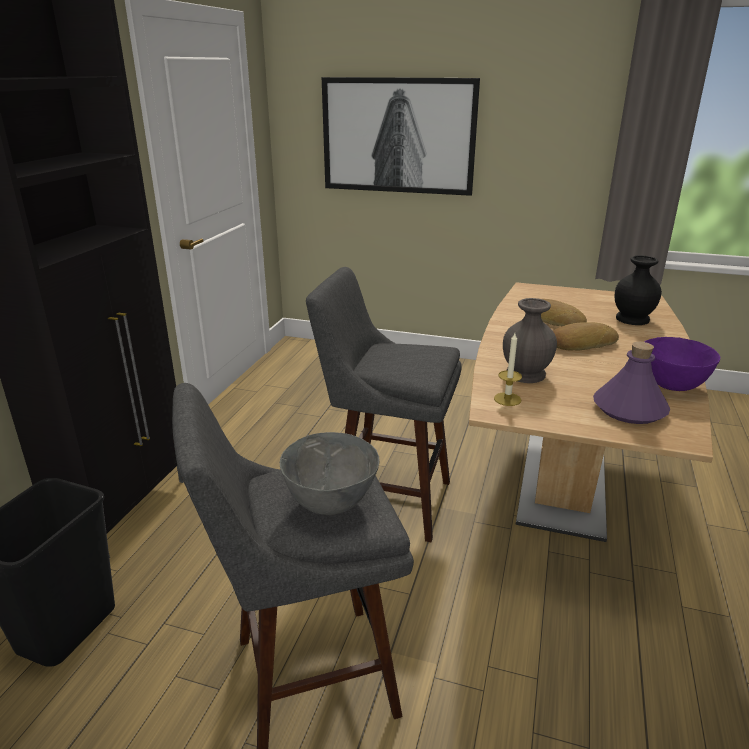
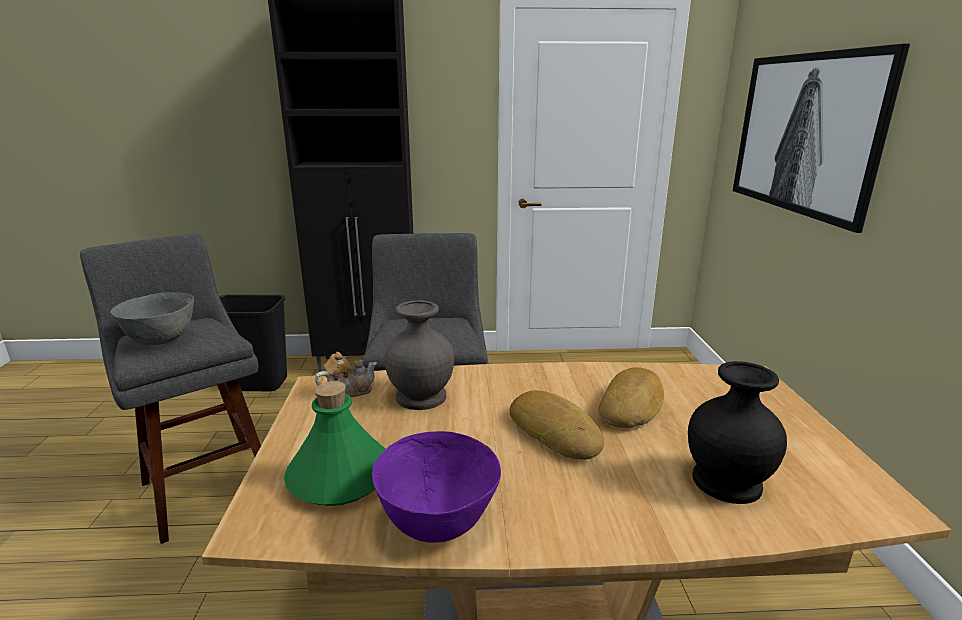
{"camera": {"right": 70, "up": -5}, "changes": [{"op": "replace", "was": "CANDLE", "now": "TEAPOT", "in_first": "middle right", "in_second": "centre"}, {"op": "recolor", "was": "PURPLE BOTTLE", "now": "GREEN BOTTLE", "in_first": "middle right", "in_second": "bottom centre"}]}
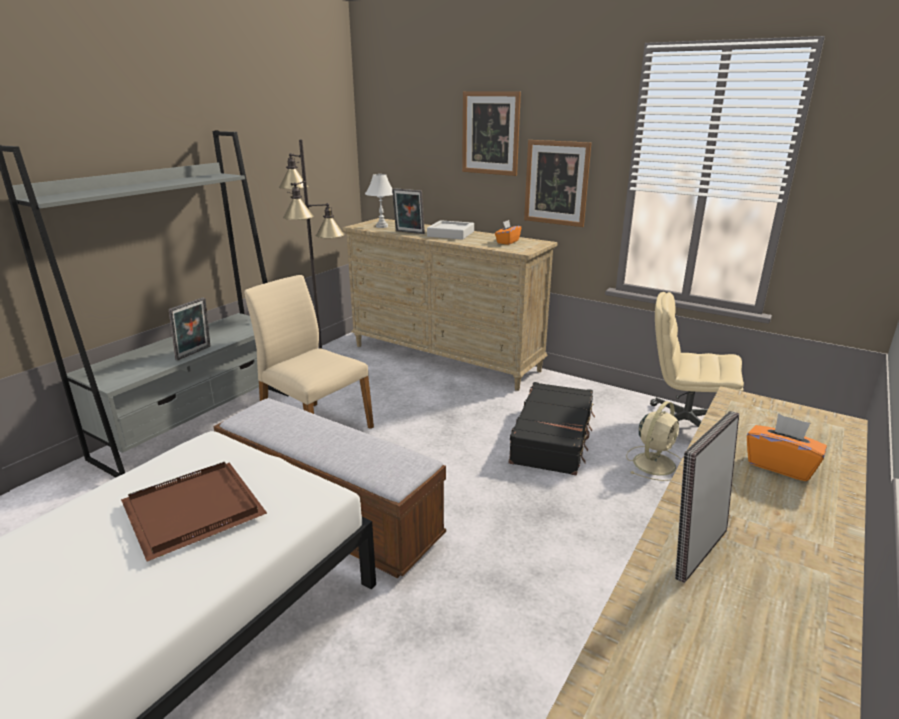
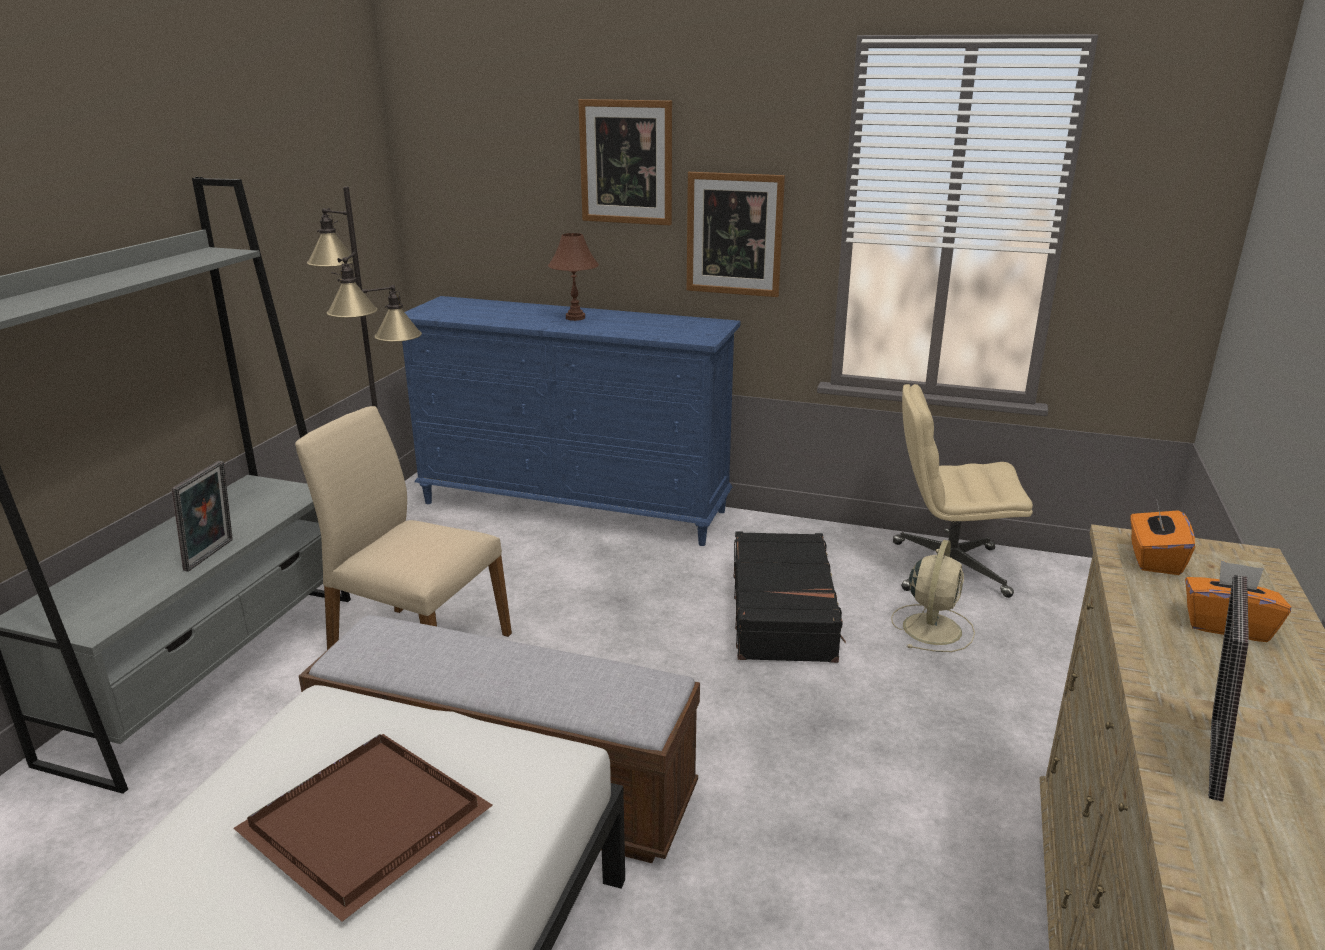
{"camera": {"right": -15, "up": 0}, "changes": [{"op": "delete", "was": "WHITE TABLE LAMP", "in_first": "top centre"}, {"op": "delete", "was": "PICTURE FRAME (2nd from left)", "in_first": "top centre"}, {"op": "move", "was": "ORANGE TISSUE BOX (1st from left)", "in_first": "top centre", "in_second": "middle right"}, {"op": "replace", "was": "GREY TRAY", "now": "BROWN TABLE LAMP", "in_first": "top centre", "in_second": "top centre"}, {"op": "recolor", "was": "BEIGE DRESSER (1st from left)", "now": "BLUE DRESSER", "in_first": "centre", "in_second": "centre"}]}
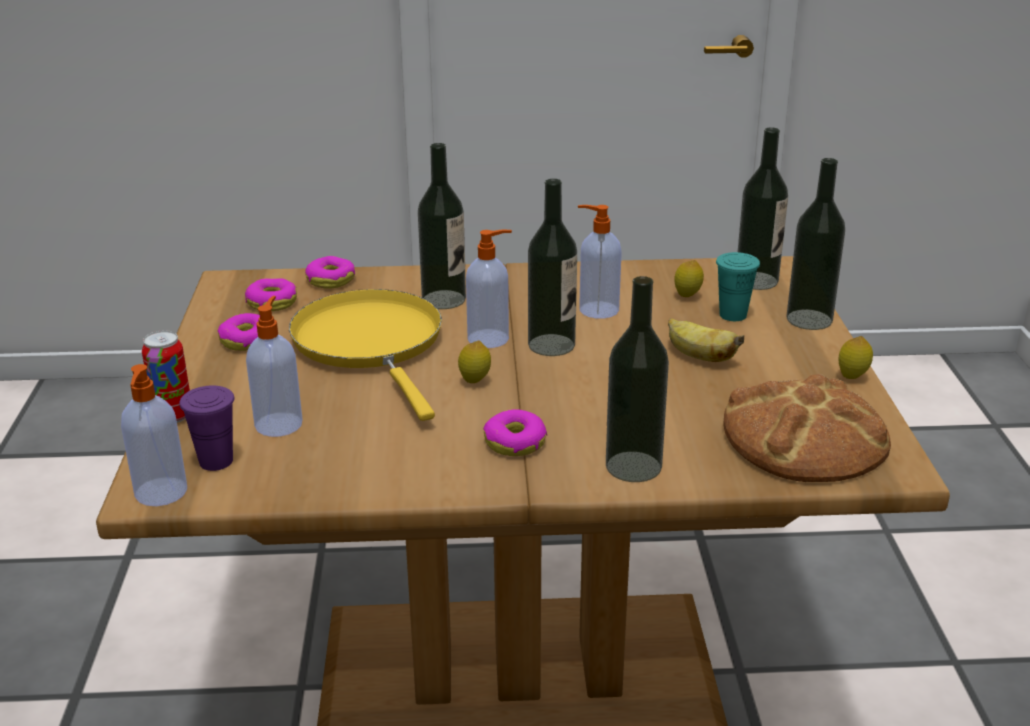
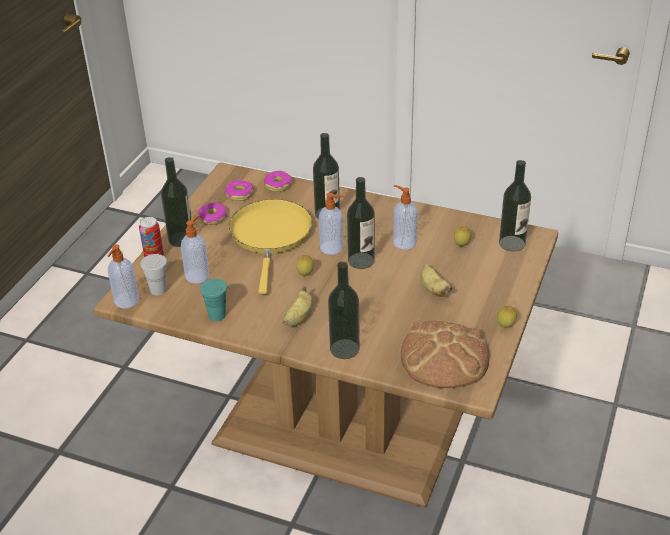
{"camera": {"right": 25, "up": 10}, "changes": [{"op": "move", "was": "TURQUOISE CUP", "in_first": "middle right", "in_second": "middle left"}, {"op": "move", "was": "BOTTLE (5th from left in the first image)", "now": "BOTTLE (1st from left)", "in_first": "middle right", "in_second": "middle left"}, {"op": "replace", "was": "DONUT (4th from left)", "now": "BANANA (1st from left)", "in_first": "centre", "in_second": "centre"}, {"op": "recolor", "was": "PURPLE CUP", "now": "WHITE CUP", "in_first": "middle left", "in_second": "middle left"}]}
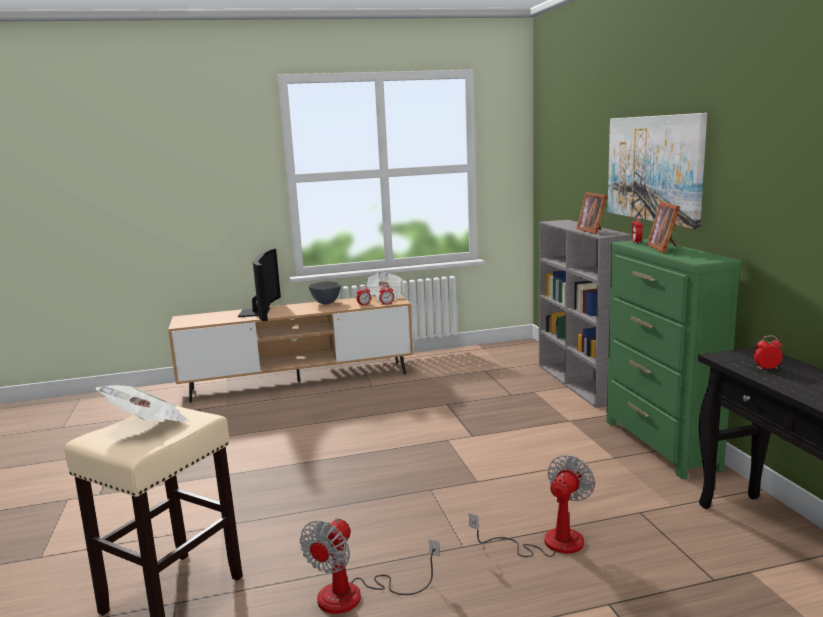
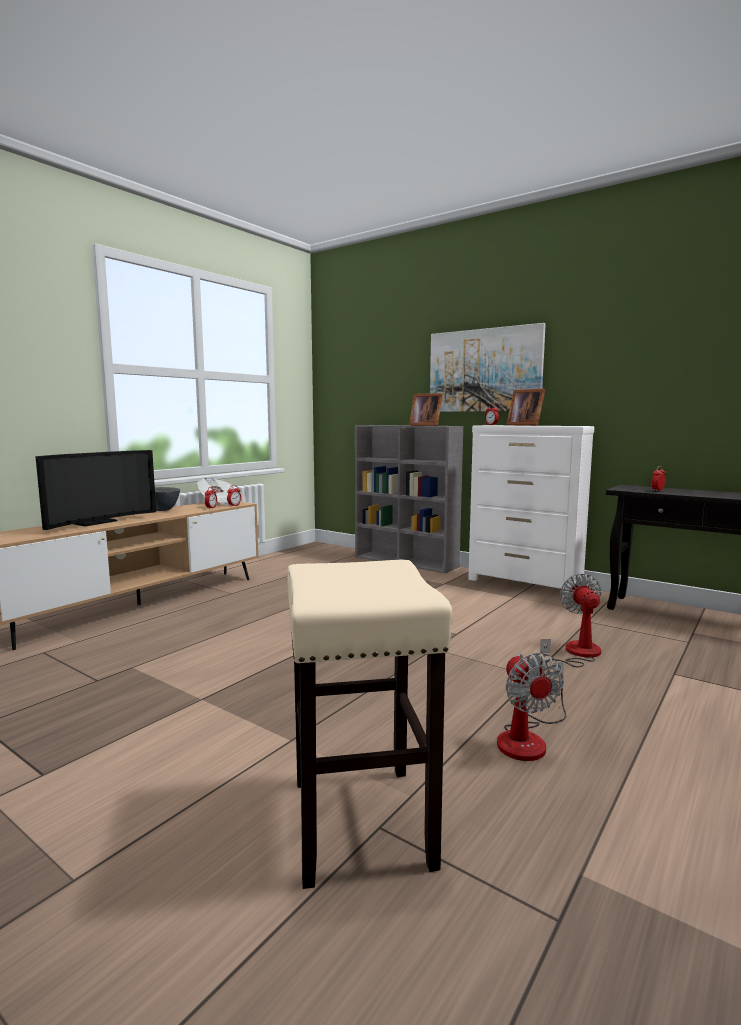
{"camera": {"right": -40, "up": -5}, "changes": [{"op": "delete", "was": "NEWSPAPER (1st from left)", "in_first": "middle left"}, {"op": "recolor", "was": "GREEN DRESSER", "now": "WHITE DRESSER", "in_first": "middle right", "in_second": "middle right"}, {"op": "rotate", "was": "TELEVISION", "in_first": "middle left", "in_second": "middle left", "clockwise": 75}]}
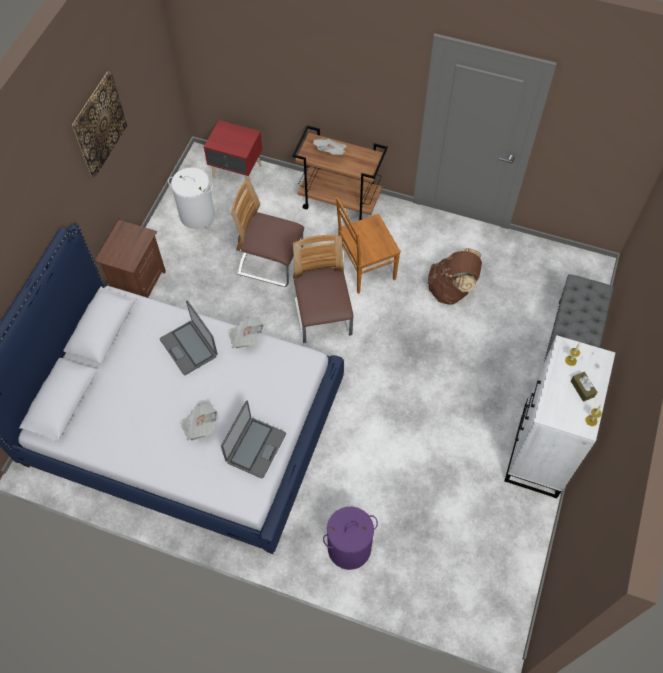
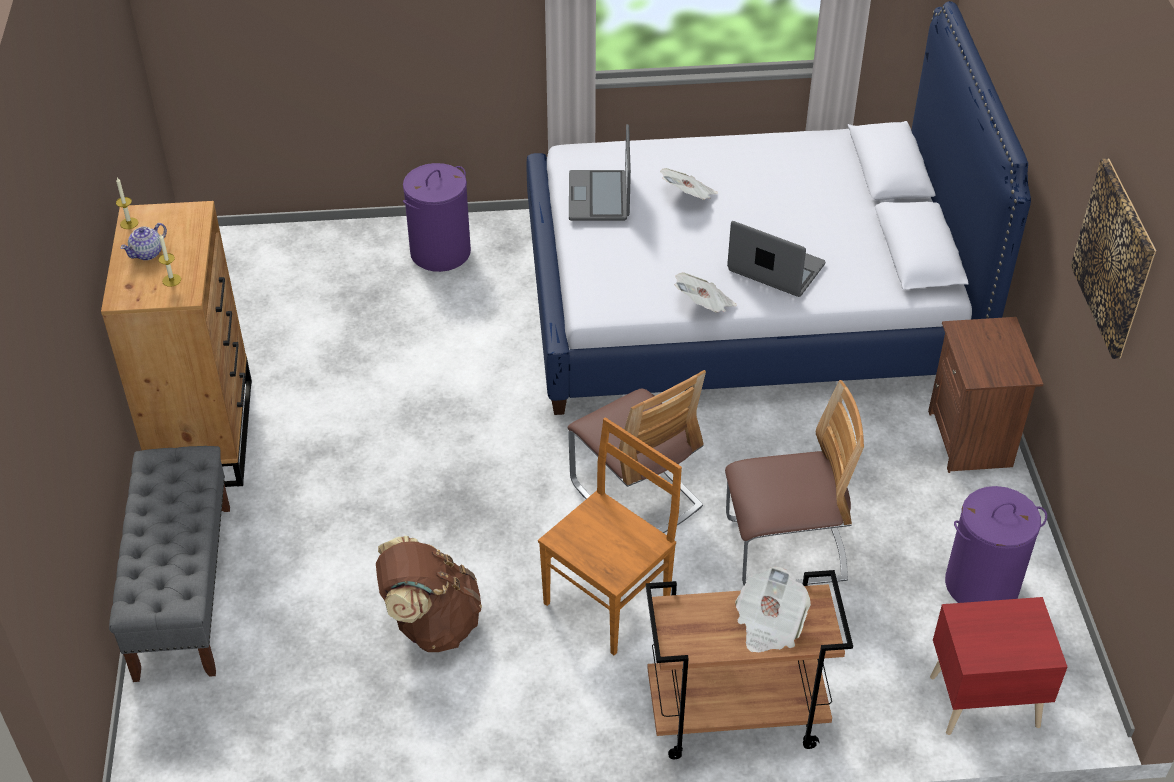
{"camera": {"right": 155, "up": -15}, "changes": [{"op": "replace", "was": "BROWN TISSUE BOX", "now": "TEAPOT", "in_first": "middle right", "in_second": "top left"}, {"op": "recolor", "was": "WHITE LAUNDRY BASKET", "now": "PURPLE LAUNDRY BASKET (2nd from left)", "in_first": "top left", "in_second": "bottom right"}, {"op": "recolor", "was": "WHITE DRESSER", "now": "BROWN DRESSER", "in_first": "middle right", "in_second": "middle left"}]}
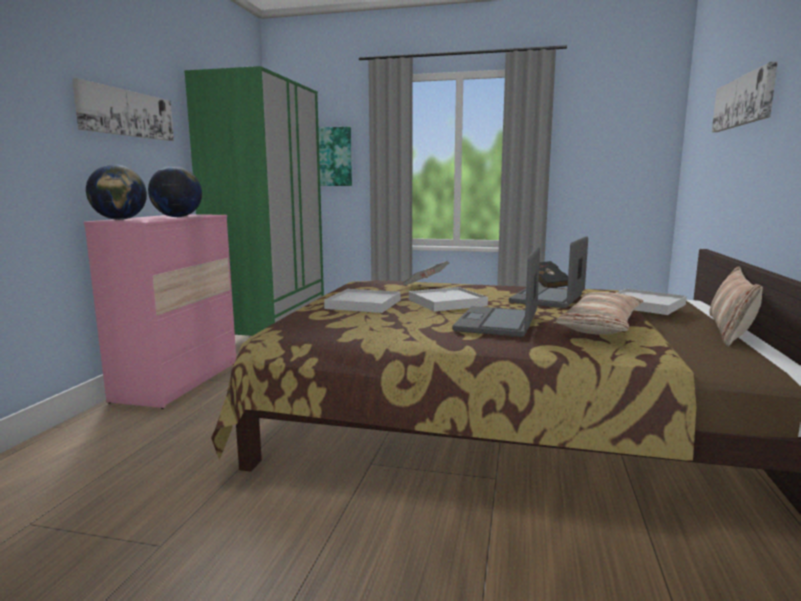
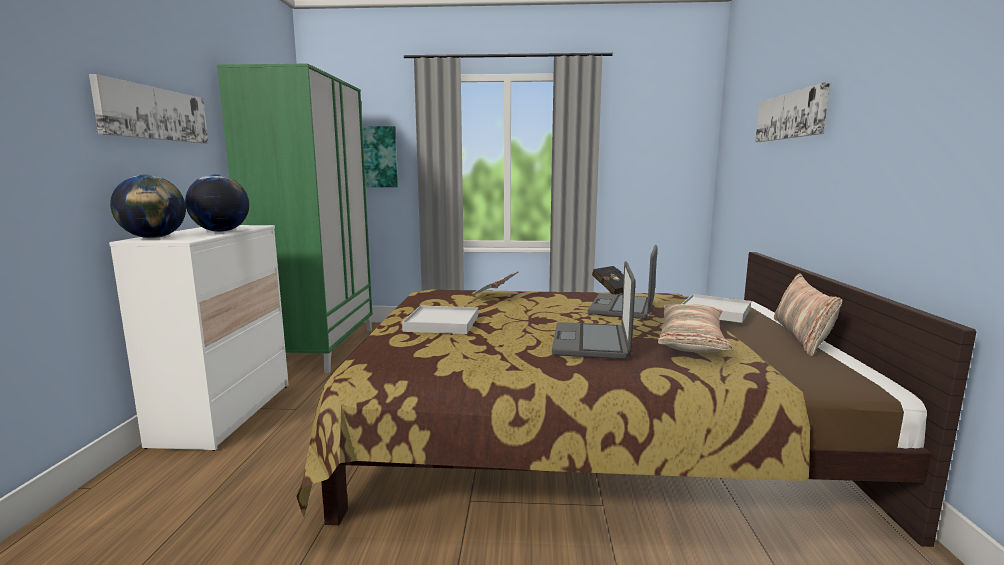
{"camera": {"right": -10, "up": 0}, "changes": [{"op": "delete", "was": "WHITE TRAY (2nd from left)", "in_first": "centre"}, {"op": "recolor", "was": "PINK DRESSER", "now": "WHITE DRESSER", "in_first": "middle left", "in_second": "middle left"}]}
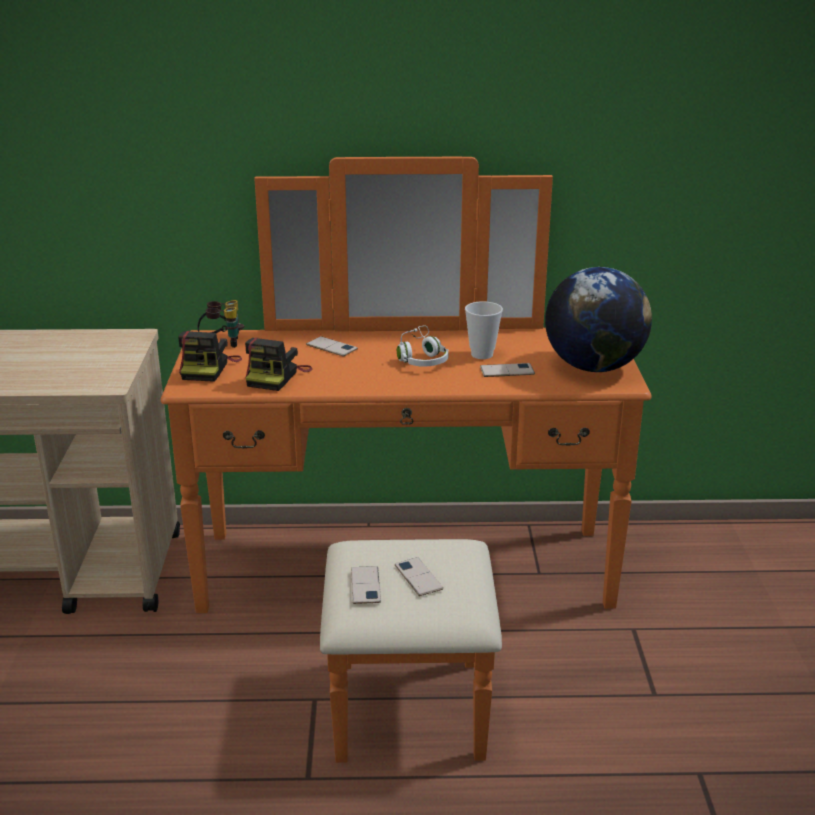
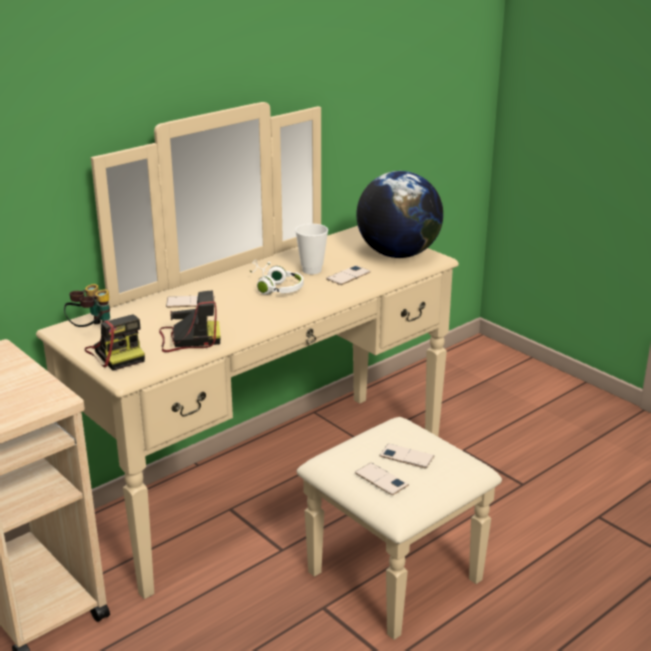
{"camera": {"right": -40, "up": 0}, "changes": [{"op": "recolor", "was": "ORANGE DRESSER", "now": "BEIGE DRESSER", "in_first": "centre", "in_second": "centre"}, {"op": "rotate", "was": "PHOTO CAMERA (2nd from left)", "in_first": "centre", "in_second": "middle left", "clockwise": -75}]}
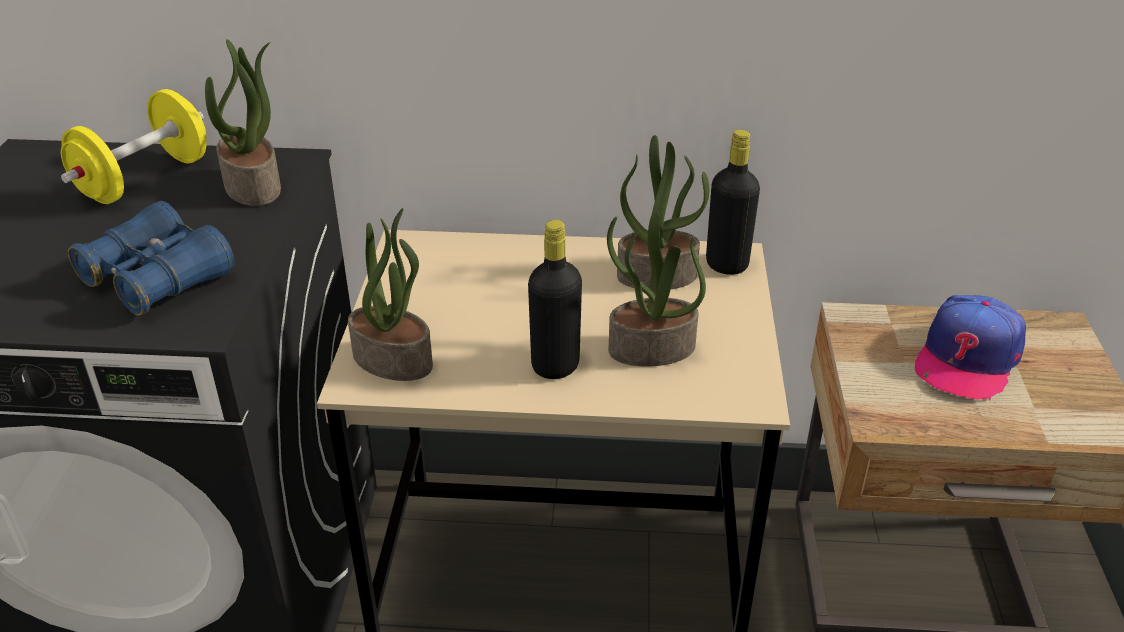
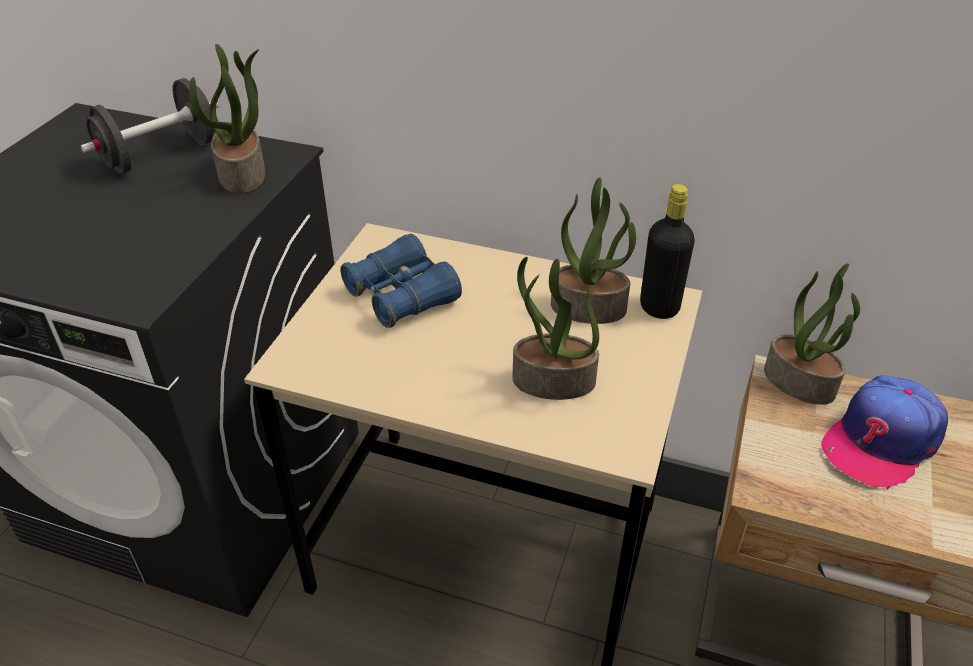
{"camera": {"right": 15, "up": 5}, "changes": [{"op": "delete", "was": "BLACK BOTTLE (1st from left)", "in_first": "centre"}, {"op": "move", "was": "BLUE BINOCULARS", "in_first": "middle left", "in_second": "centre"}, {"op": "move", "was": "POTTED PLANT (2nd from left in the first image)", "now": "POTTED PLANT (4th from left)", "in_first": "centre", "in_second": "middle right"}, {"op": "recolor", "was": "YELLOW DUMBBELL", "now": "BLACK DUMBBELL", "in_first": "top left", "in_second": "top left"}]}
